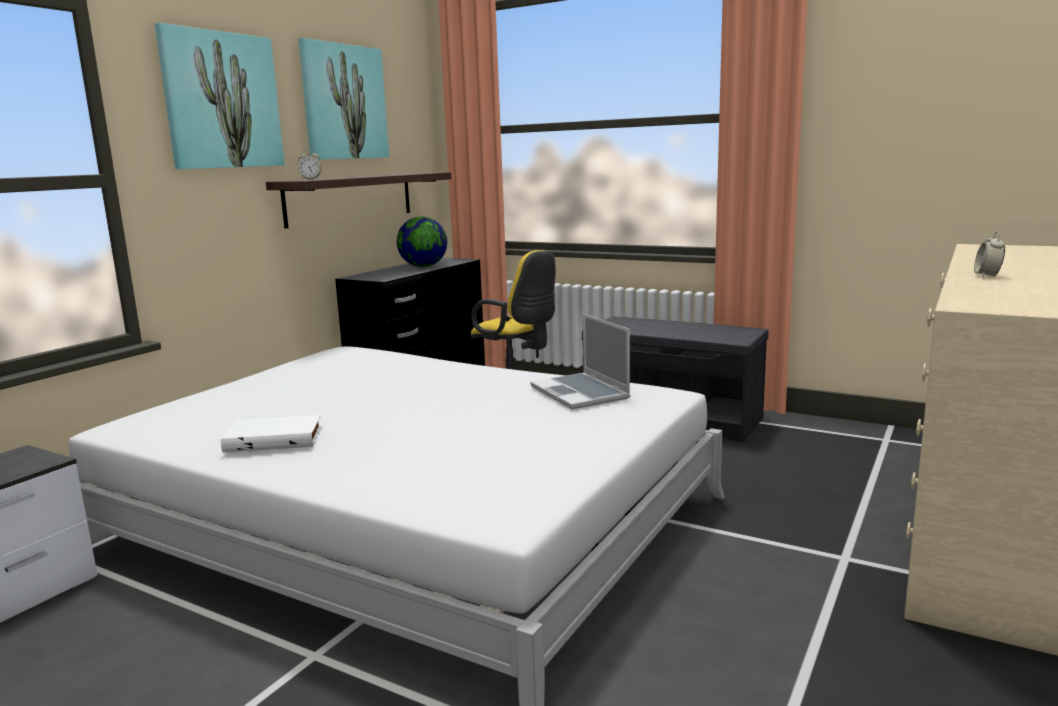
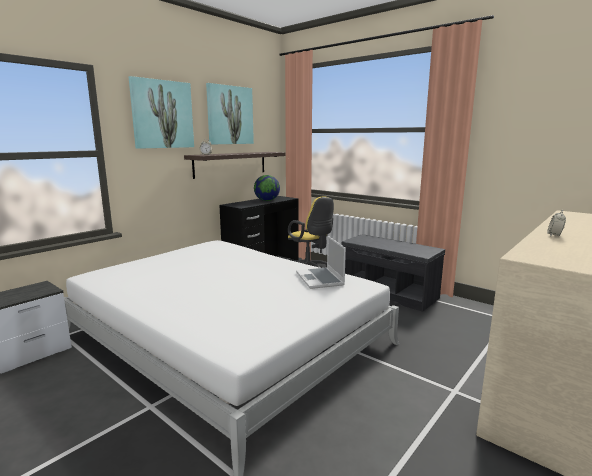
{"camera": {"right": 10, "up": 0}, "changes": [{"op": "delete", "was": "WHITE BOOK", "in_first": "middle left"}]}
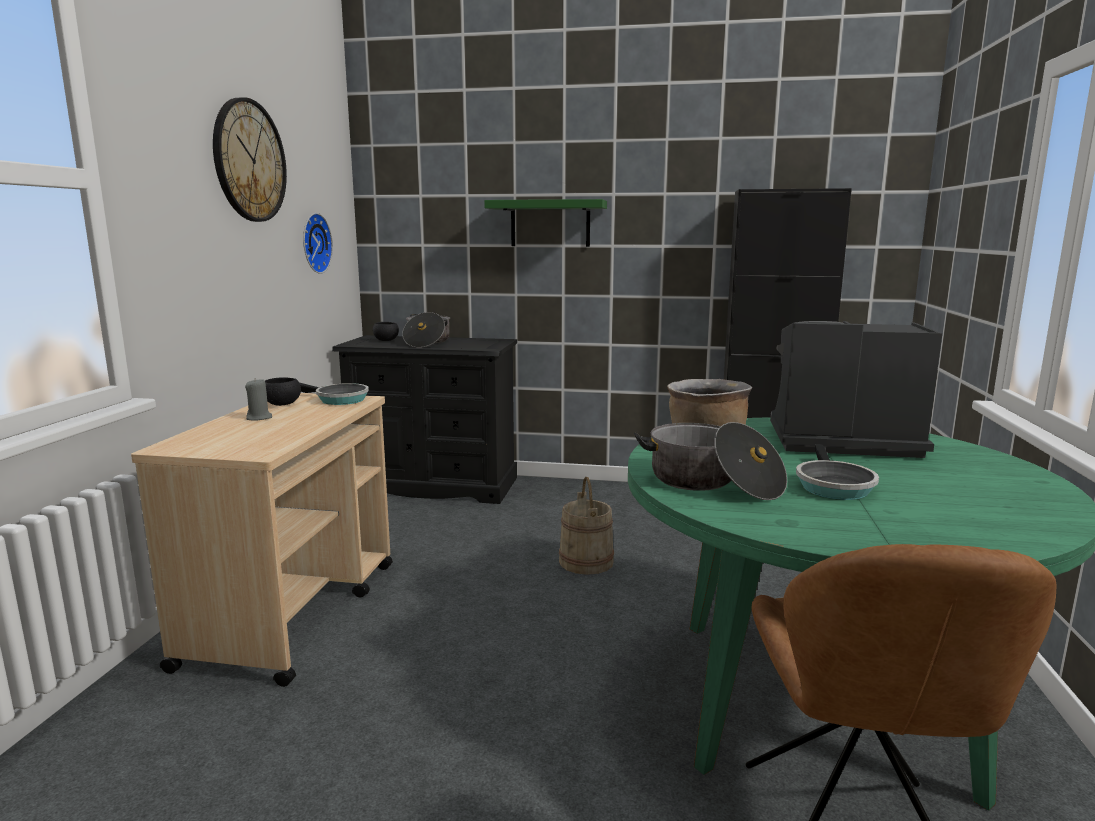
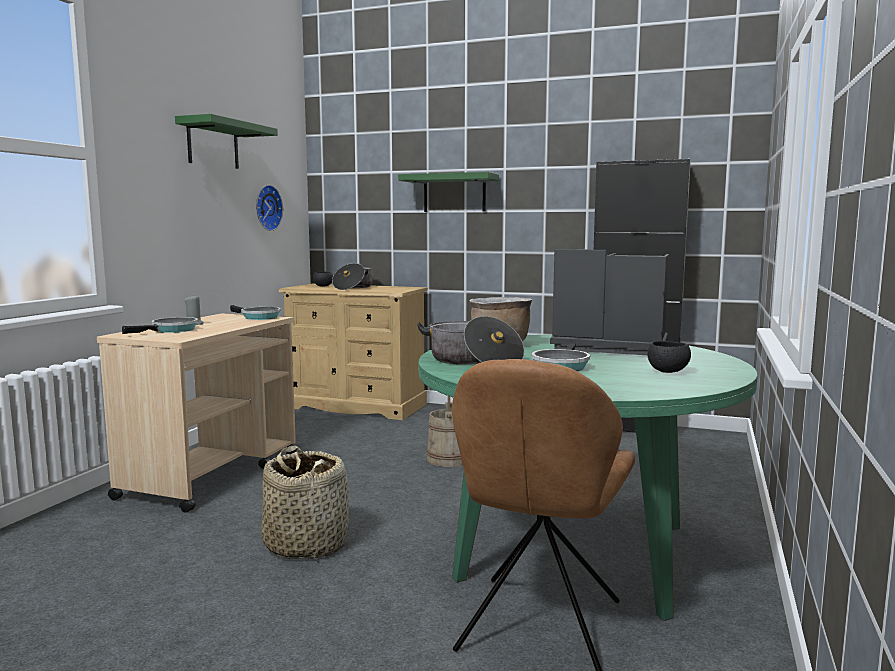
{"camera": {"right": 10, "up": -5}, "changes": [{"op": "insert", "now": "FRYING PAN (1st from left)", "in_second": "middle left"}, {"op": "insert", "now": "BASKET", "in_second": "bottom centre"}, {"op": "move", "was": "BLACK BOWL (1st from left in the first image)", "now": "BLACK BOWL (2nd from left)", "in_first": "middle left", "in_second": "middle right"}, {"op": "replace", "was": "WALL CLOCK (1st from left)", "now": "GREEN SHELF (1st from left)", "in_first": "top left", "in_second": "top left"}, {"op": "recolor", "was": "BLACK DRESSER", "now": "BEIGE DRESSER", "in_first": "centre", "in_second": "centre"}]}
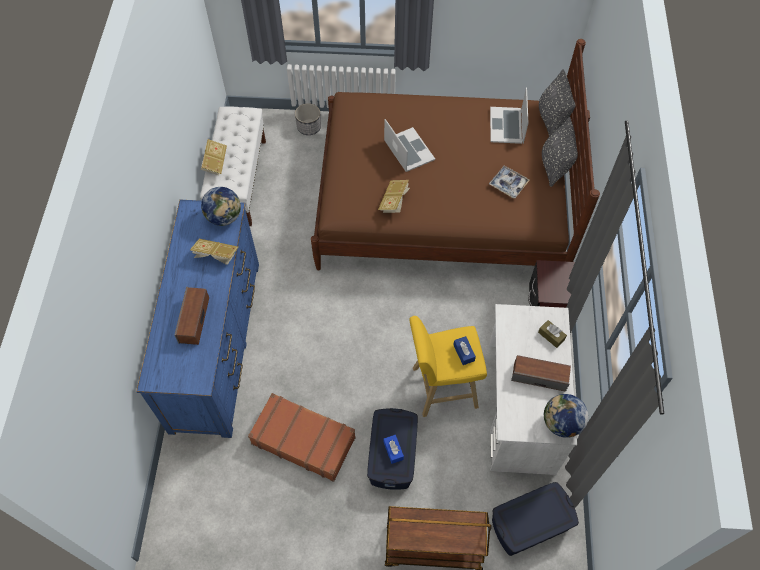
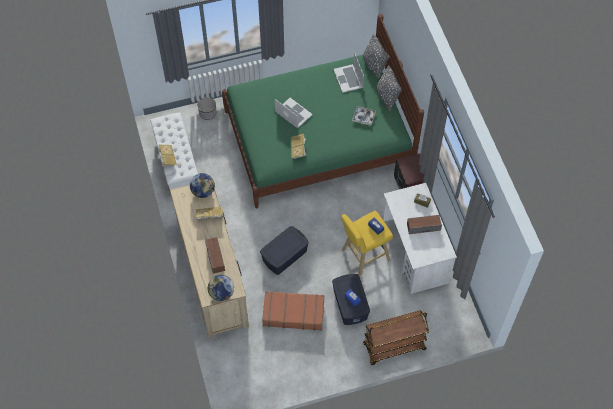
{"camera": {"right": -20, "up": 0}, "changes": [{"op": "move", "was": "BLUE STORAGE BOX (2nd from left in the first image)", "now": "BLUE STORAGE BOX (1st from left)", "in_first": "bottom right", "in_second": "centre"}, {"op": "move", "was": "GLOBE (2nd from left)", "in_first": "bottom right", "in_second": "bottom centre"}, {"op": "recolor", "was": "BLUE DRESSER", "now": "BEIGE DRESSER", "in_first": "middle left", "in_second": "centre"}, {"op": "recolor", "was": "BROWN BED", "now": "GREEN BED", "in_first": "top centre", "in_second": "top centre"}]}
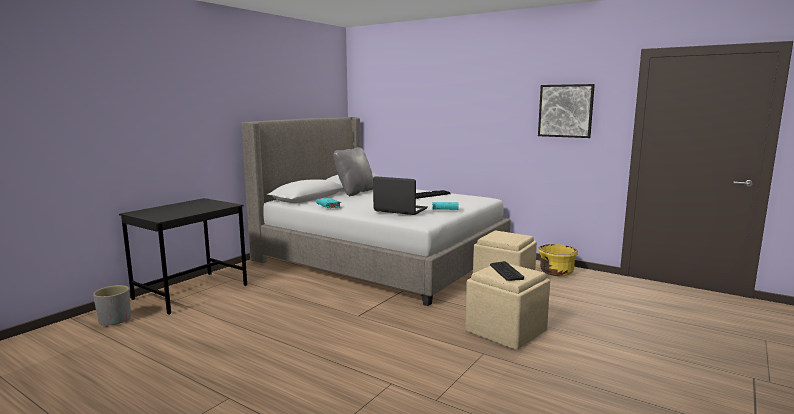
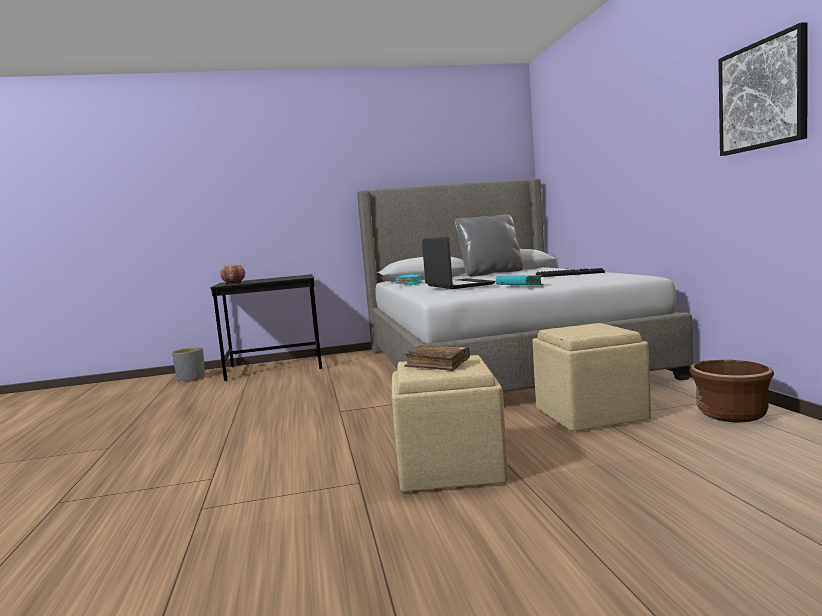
{"camera": {"right": 45, "up": -5}, "changes": [{"op": "insert", "now": "BOWL", "in_second": "middle left"}, {"op": "replace", "was": "KEYBOARD (2nd from left)", "now": "BROWN BOOK", "in_first": "centre", "in_second": "centre"}, {"op": "recolor", "was": "YELLOW PLANTER", "now": "BROWN PLANTER", "in_first": "middle right", "in_second": "middle right"}]}
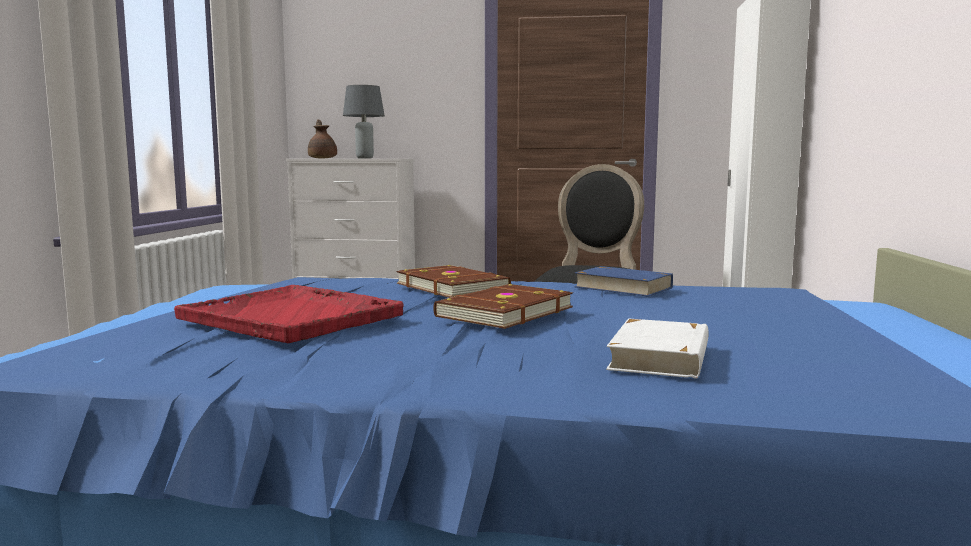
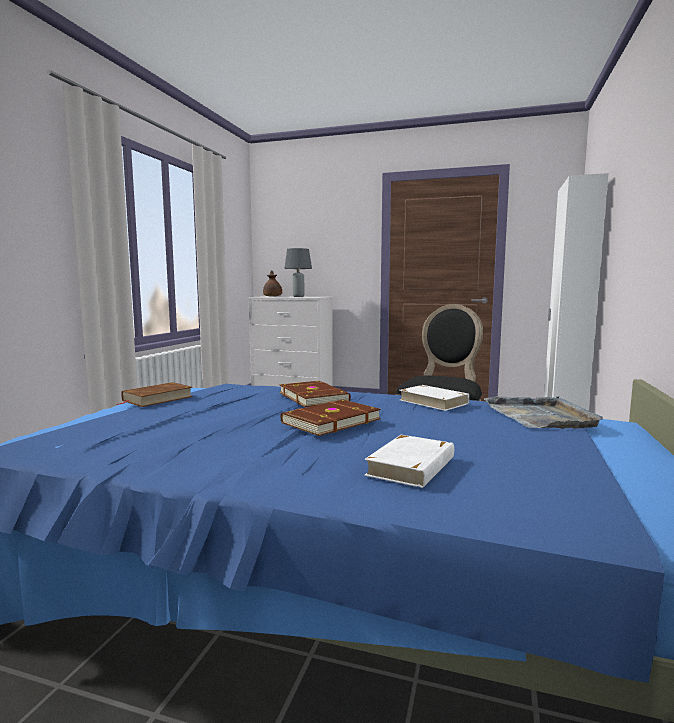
{"camera": {"right": 10, "up": 0}, "changes": [{"op": "delete", "was": "RED TRAY", "in_first": "middle left"}, {"op": "insert", "now": "BROWN BOOK (1st from left)", "in_second": "middle left"}, {"op": "insert", "now": "GREY TRAY", "in_second": "middle right"}, {"op": "recolor", "was": "BLUE BOOK", "now": "WHITE BOOK (2nd from left)", "in_first": "centre", "in_second": "centre"}]}
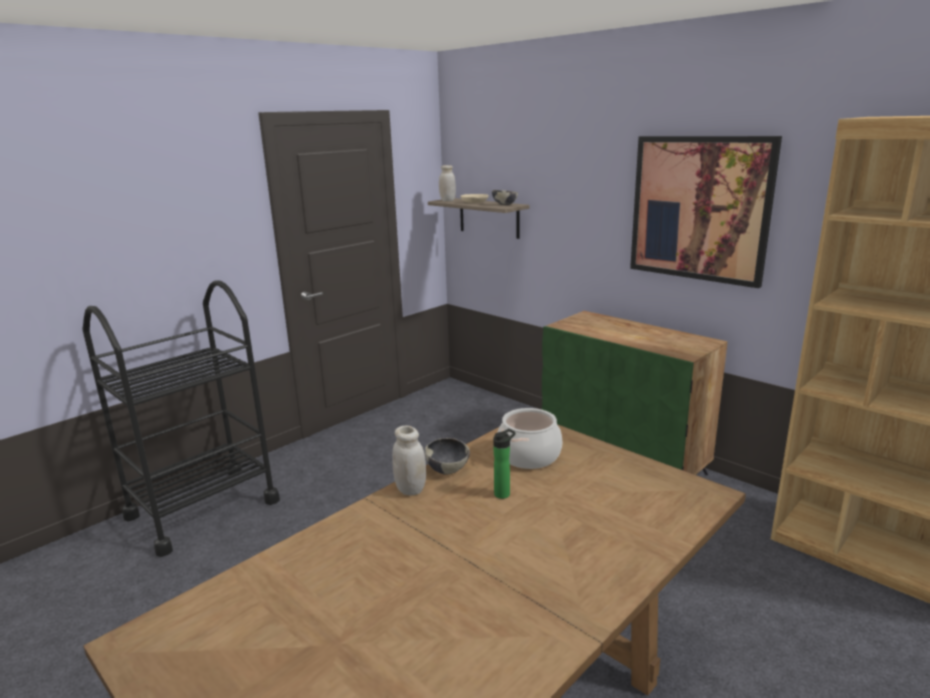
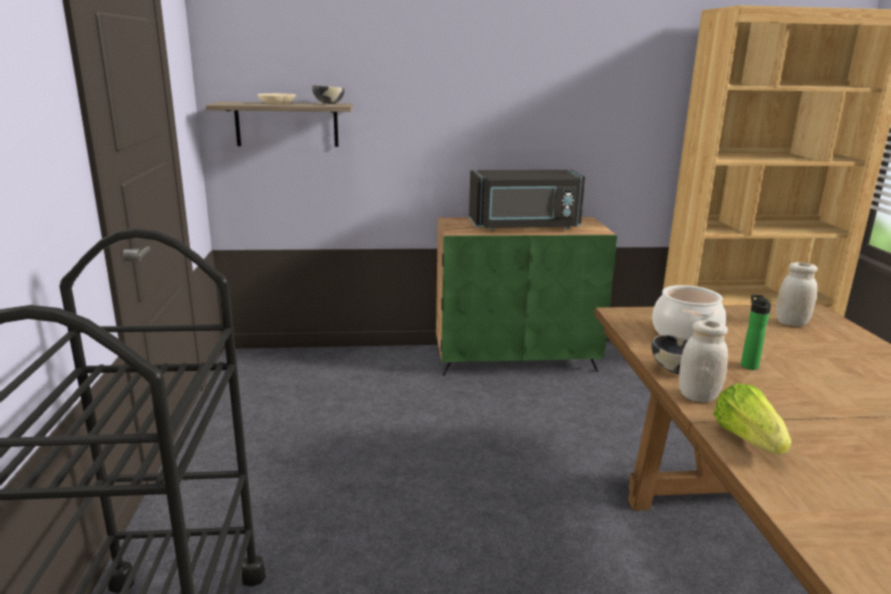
{"camera": {"right": -50, "up": 0}, "changes": [{"op": "delete", "was": "PICTURE", "in_first": "top right"}, {"op": "insert", "now": "BLACK MICROWAVE", "in_second": "centre"}, {"op": "insert", "now": "LETTUCE", "in_second": "bottom right"}, {"op": "move", "was": "WHITE JAR (2nd from left)", "in_first": "top centre", "in_second": "middle right"}]}
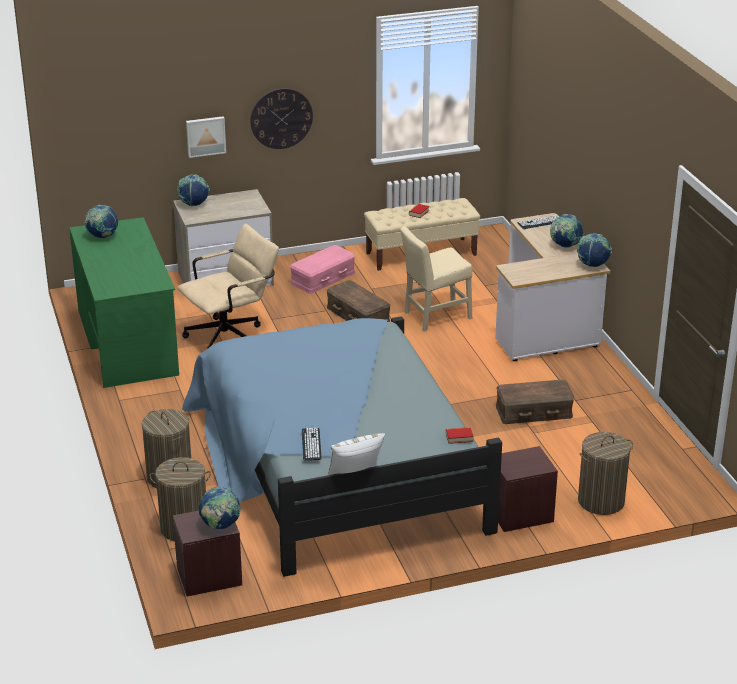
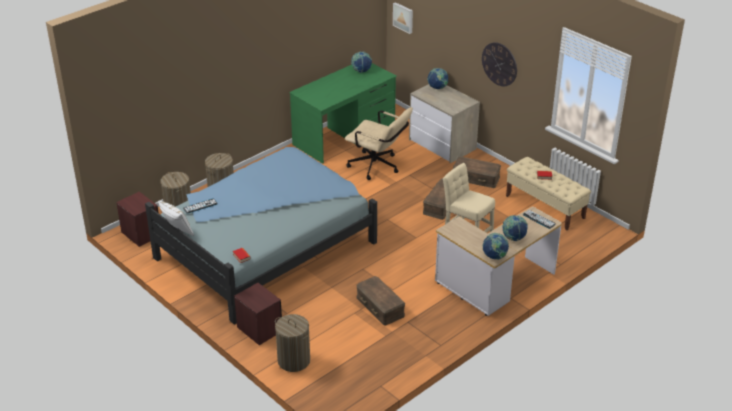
{"camera": {"right": 65, "up": 5}, "changes": [{"op": "delete", "was": "GLOBE (3rd from left)", "in_first": "bottom left"}, {"op": "move", "was": "PICTURE", "in_first": "top left", "in_second": "top centre"}, {"op": "recolor", "was": "PINK STORAGE BOX", "now": "BROWN STORAGE BOX (3rd from left)", "in_first": "centre", "in_second": "centre"}]}
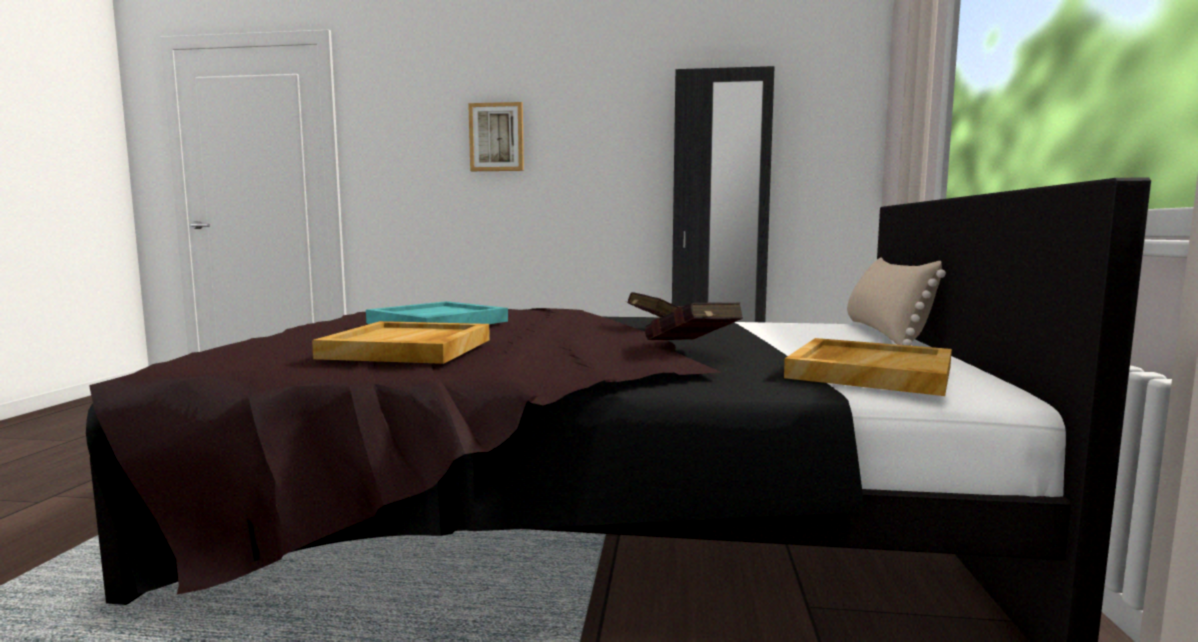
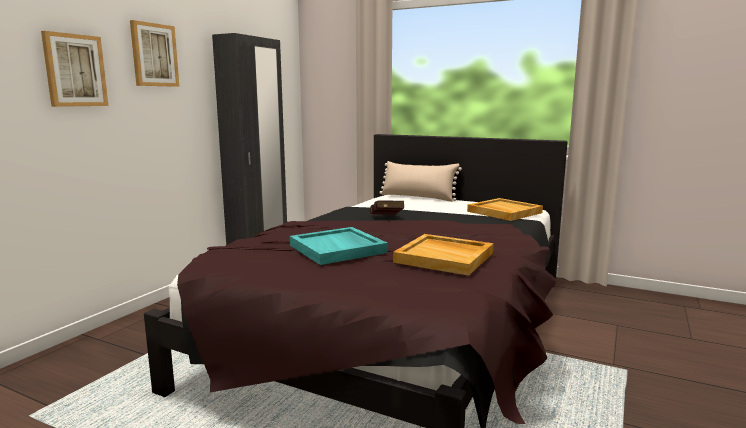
{"camera": {"right": -70, "up": 5}, "changes": [{"op": "delete", "was": "RED BOOK (2nd from left)", "in_first": "centre"}, {"op": "insert", "now": "PICTURE (2nd from left)", "in_second": "top left"}]}
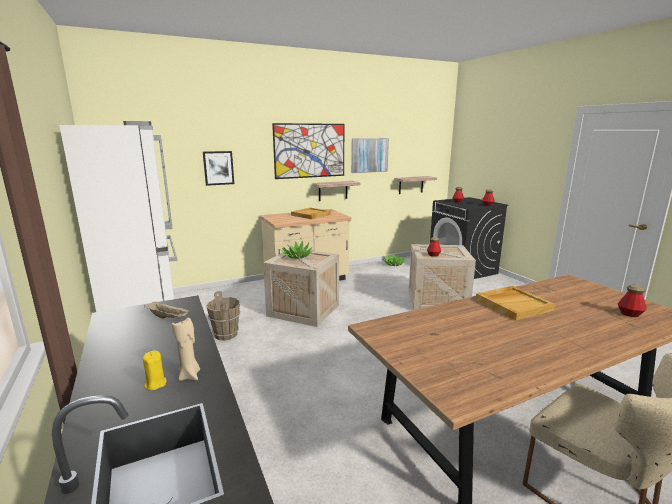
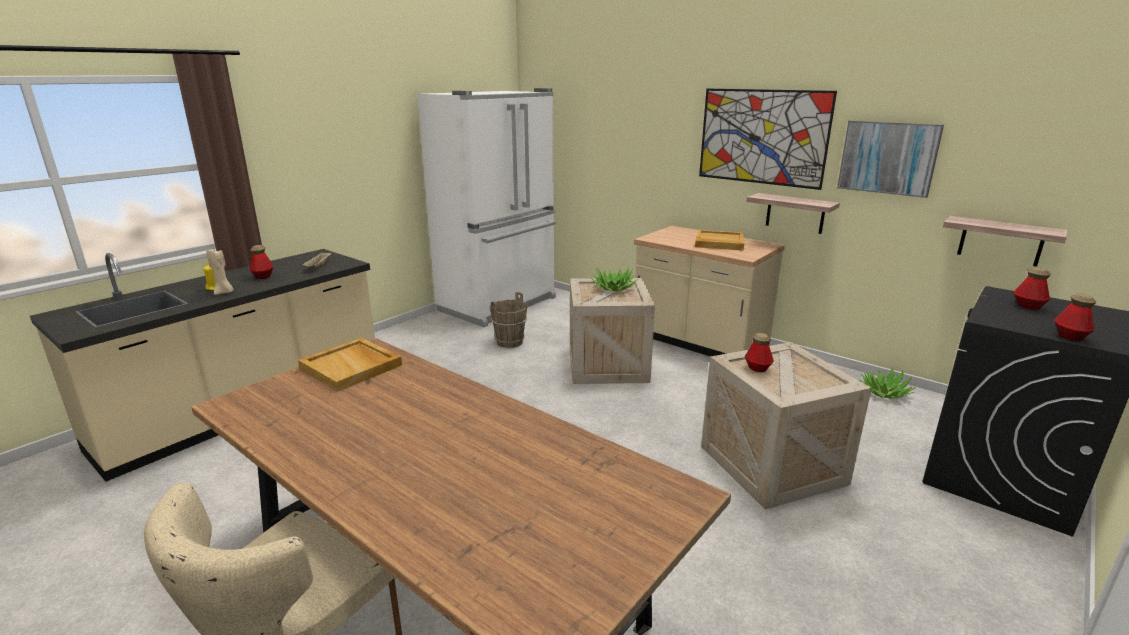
{"camera": {"right": 65, "up": 5}, "changes": [{"op": "delete", "was": "PICTURE (1st from left)", "in_first": "middle left"}, {"op": "move", "was": "BEIGE TRAY (3rd from left in the first image)", "now": "BEIGE TRAY (2nd from left)", "in_first": "middle right", "in_second": "middle left"}, {"op": "move", "was": "BOTTLE (4th from left in the first image)", "now": "BOTTLE (1st from left)", "in_first": "middle right", "in_second": "middle left"}]}
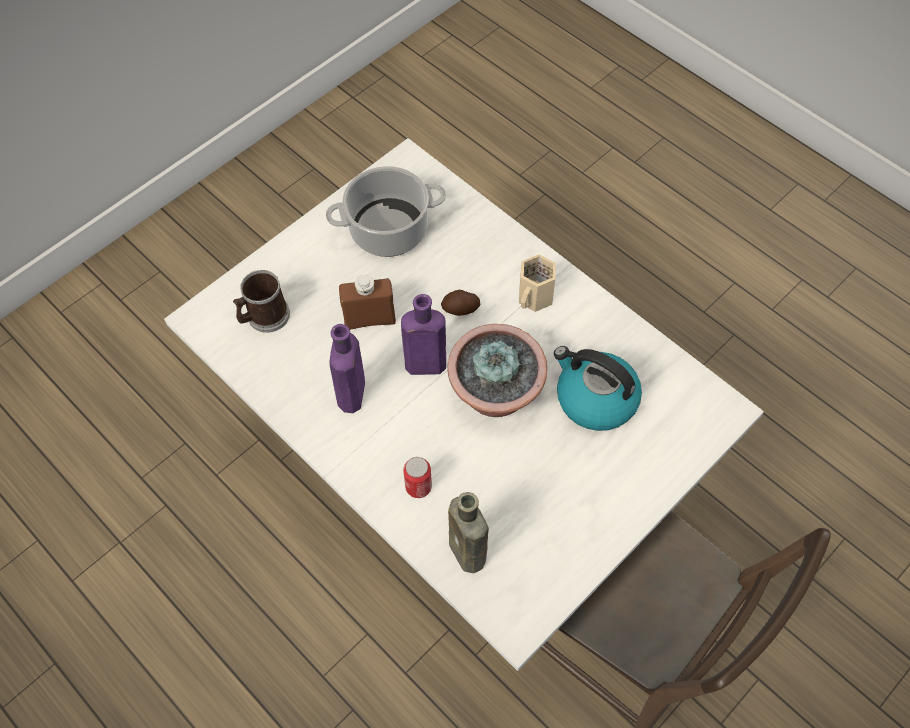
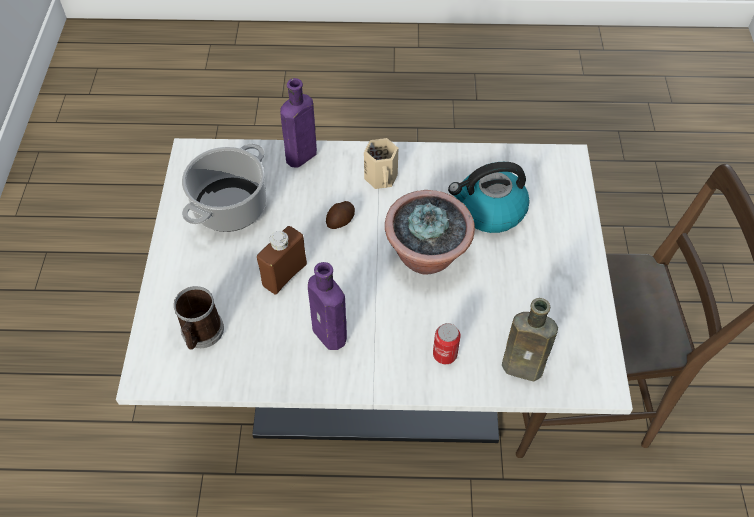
{"camera": {"right": -45, "up": -5}, "changes": [{"op": "move", "was": "PURPLE BOTTLE (2nd from left in the first image)", "now": "PURPLE BOTTLE (1st from left)", "in_first": "centre", "in_second": "top centre"}]}
